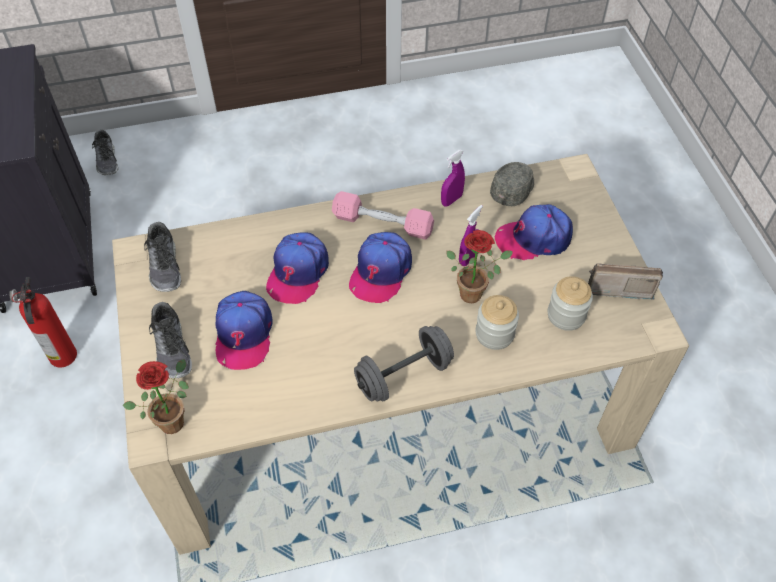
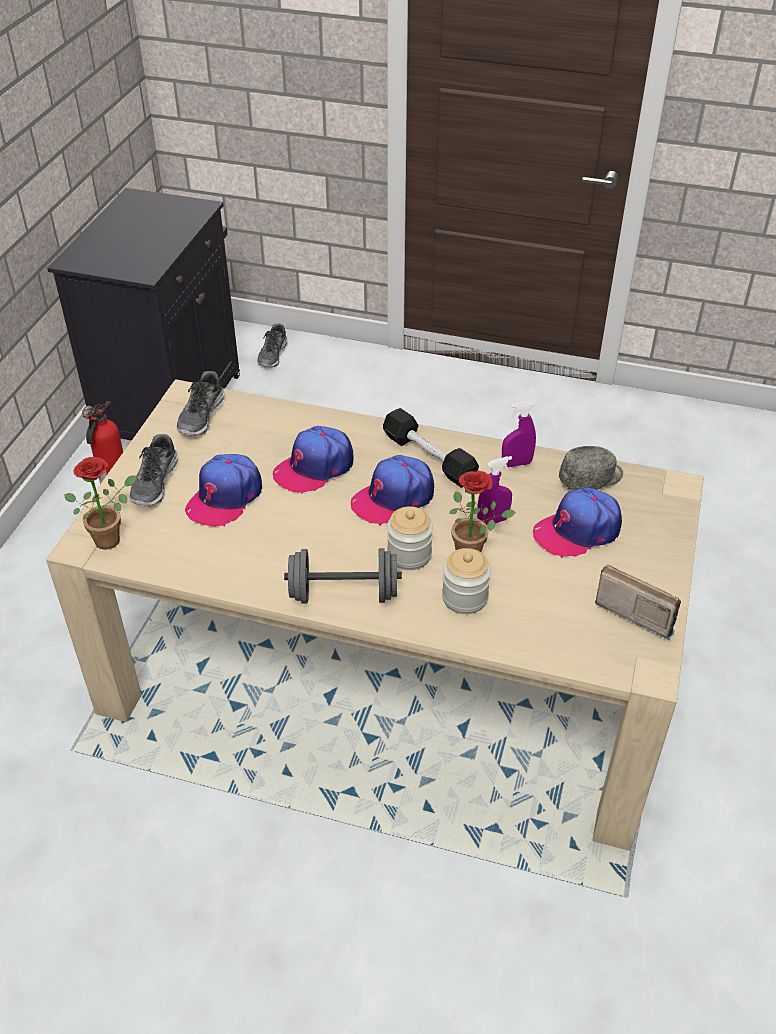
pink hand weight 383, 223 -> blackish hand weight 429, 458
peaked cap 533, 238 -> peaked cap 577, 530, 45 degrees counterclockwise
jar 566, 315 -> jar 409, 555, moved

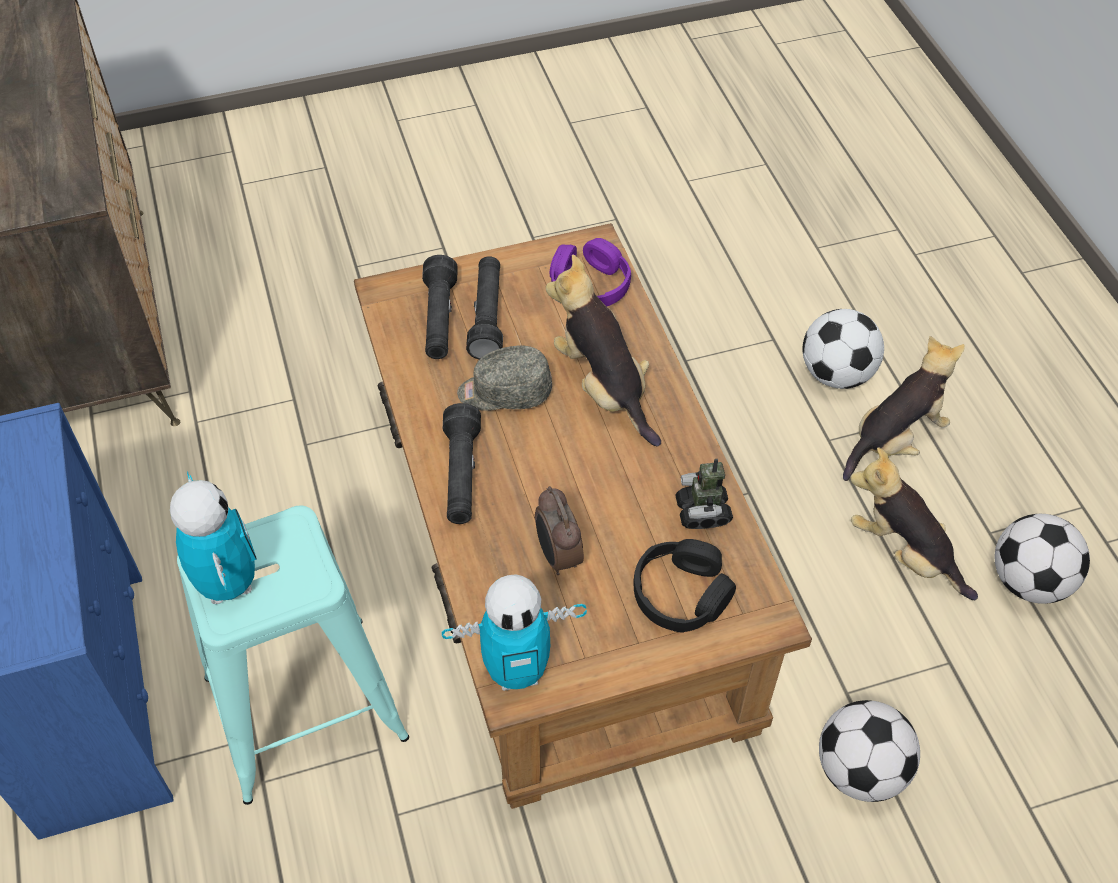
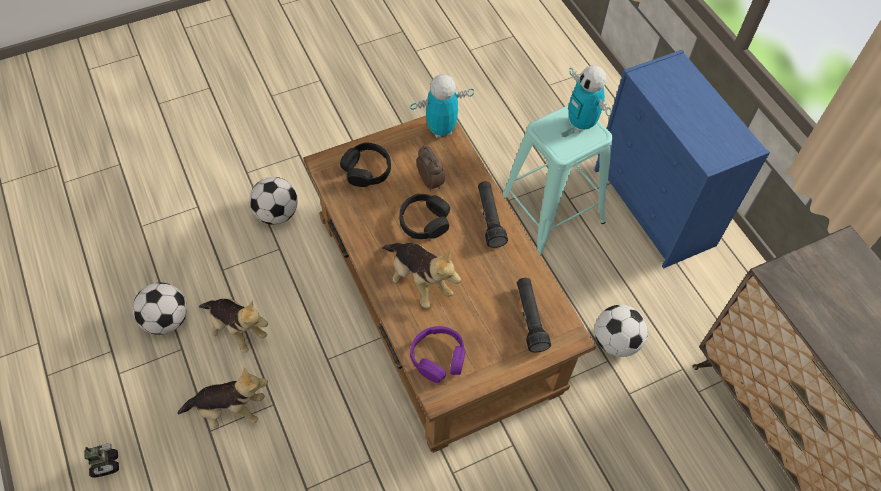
blackish flashlight 487, 317 -> none
football ball 837, 374 -> football ball 615, 341, moved
plush toy 895, 439 -> plush toy 229, 410, 135 degrees counterclockwise
gray peaked cap 504, 392 -> none
toy robot 703, 512 -> toy robot 105, 465, moved
none -> blackish headphones 424, 221

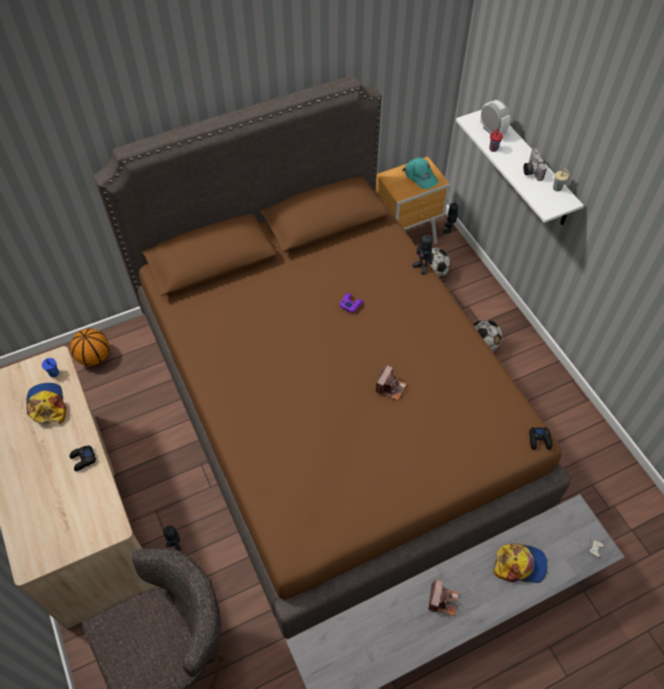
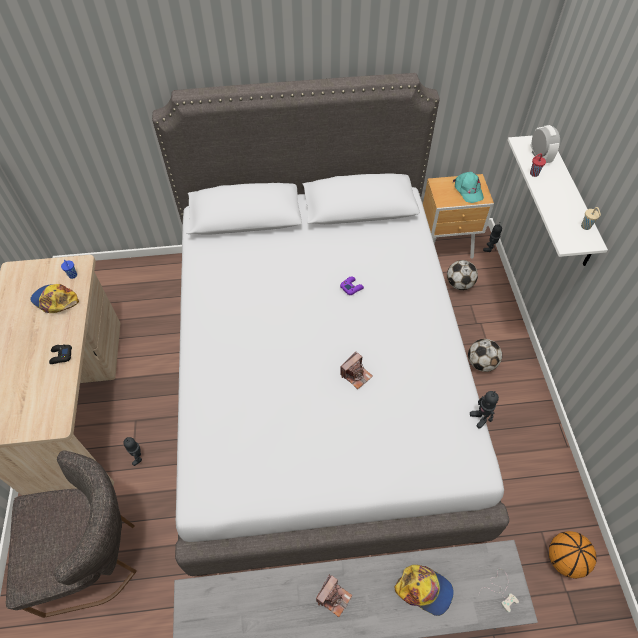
brown bedroom bed 330, 407 -> gray bedroom bed 318, 377
photo camera 531, 171 -> none
toy robot 422, 267 -> toy robot 480, 418, moved
ball for basketball 94, 357 -> ball for basketball 564, 560, moved
peaked cap 47, 405 -> peaked cap 55, 300, 60 degrees counterclockwise
blackish game controller 539, 440 -> none

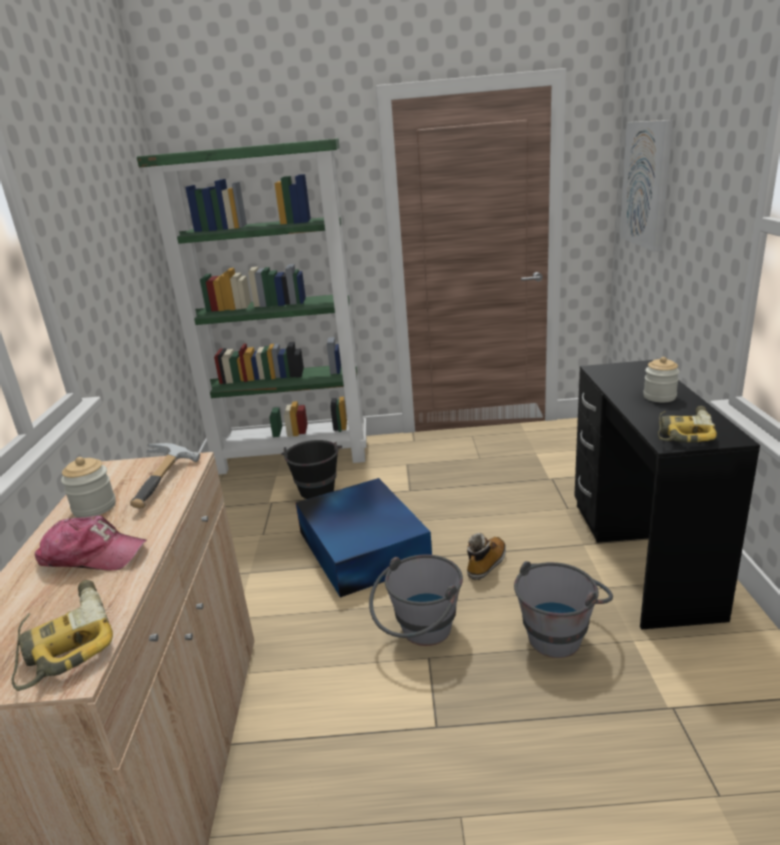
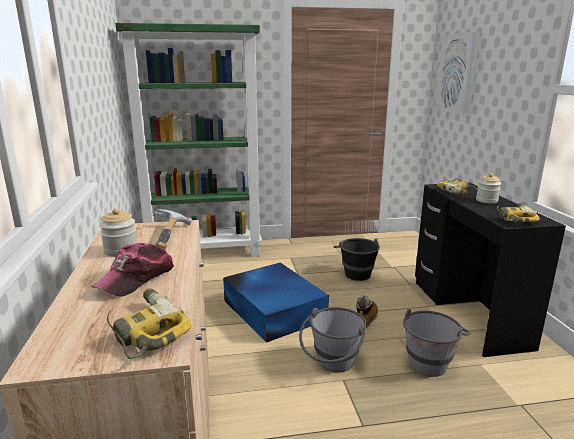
blackish pail 316, 487 -> blackish pail 355, 272, moved
peaked cap 92, 555 -> peaked cap 136, 278, 120 degrees clockwise
none -> power drill 457, 191

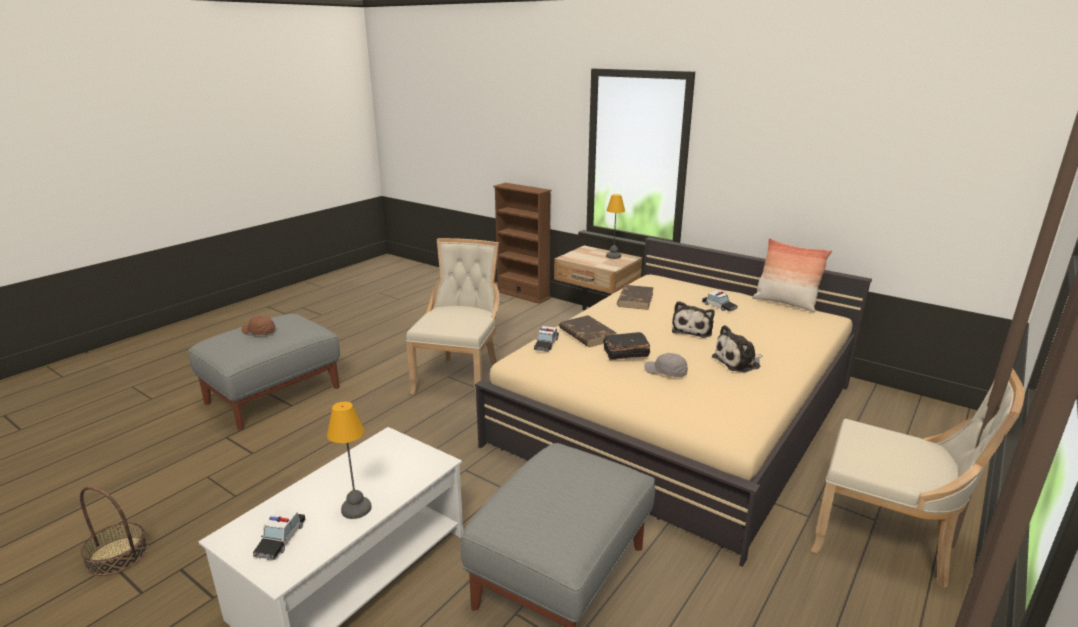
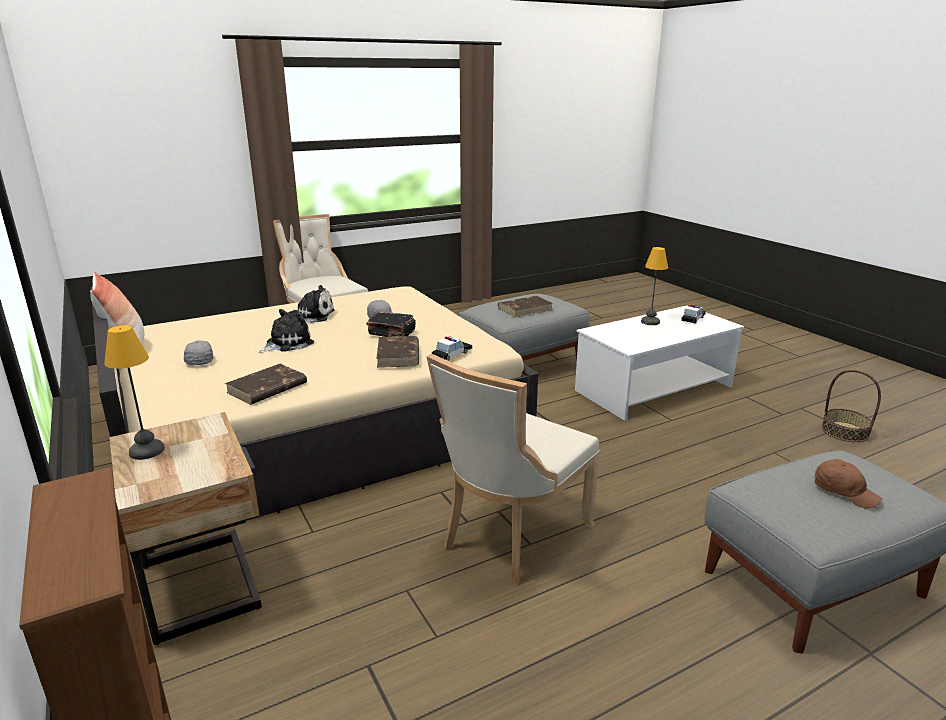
miniature car 719, 306 -> gray peaked cap 200, 360
none -> brown volume 525, 309

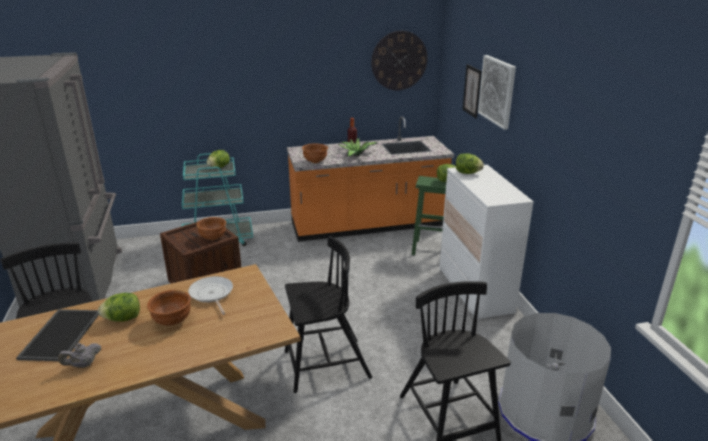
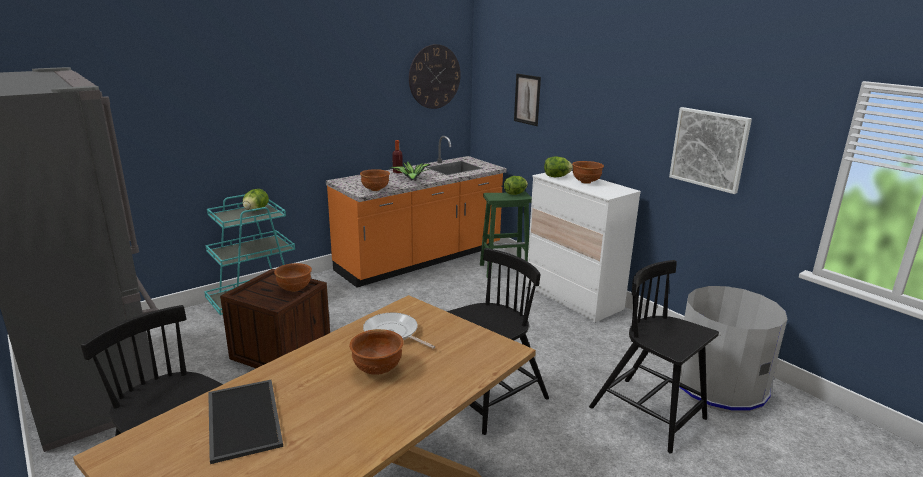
wall art 497, 91 -> wall art 709, 149, moved
lettuce head 123, 319 -> none
gray tea pot 83, 365 -> none
none -> brown deep dish 586, 182

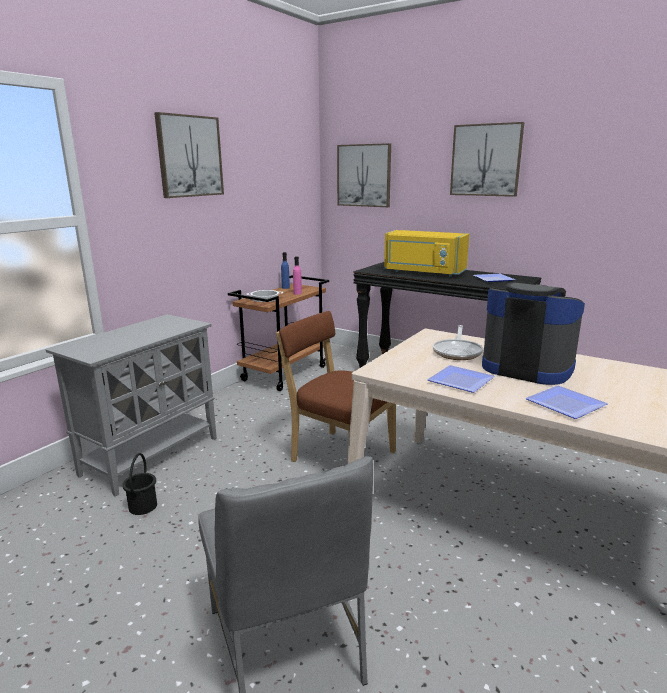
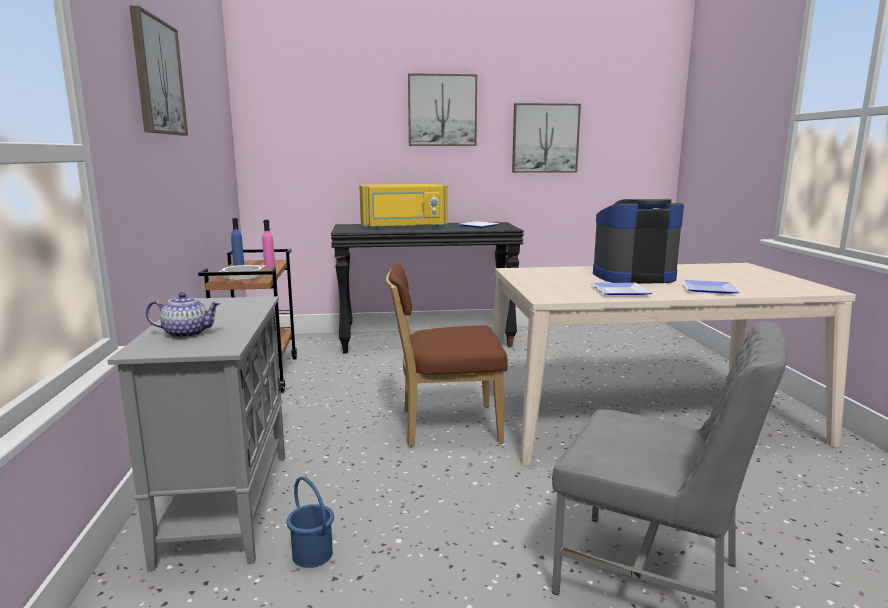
wall art 364, 175 -> wall art 545, 138, moved
skillet 457, 352 -> none
blackish pail 143, 506 -> bluish pail 313, 554
none -> tea pot 187, 333

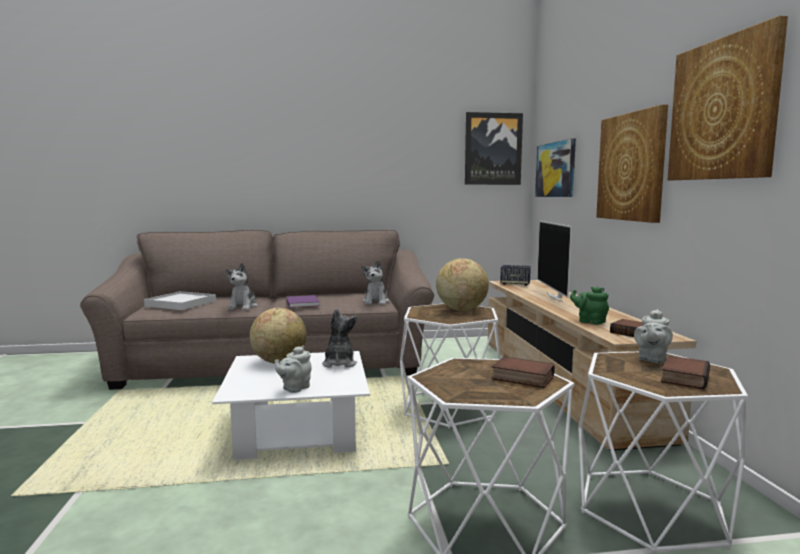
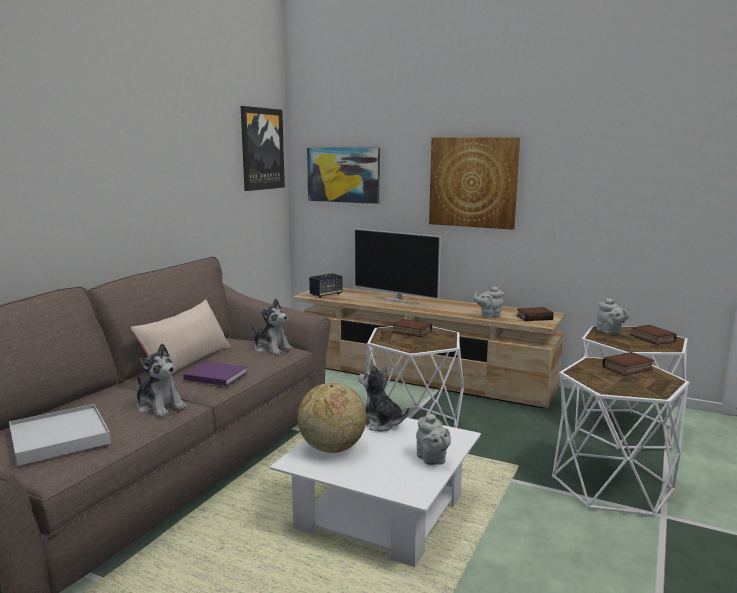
wall art 723, 110 -> none
globe 461, 309 -> volume 410, 332
green tea pot 590, 321 -> gray tea pot 489, 316
none -> beige throw pillow 186, 362

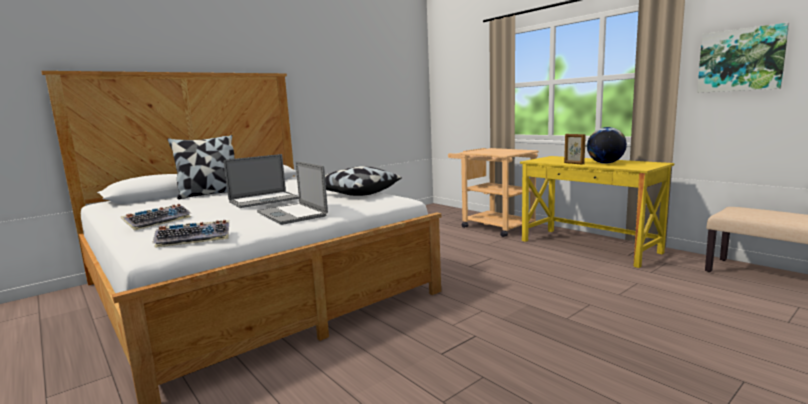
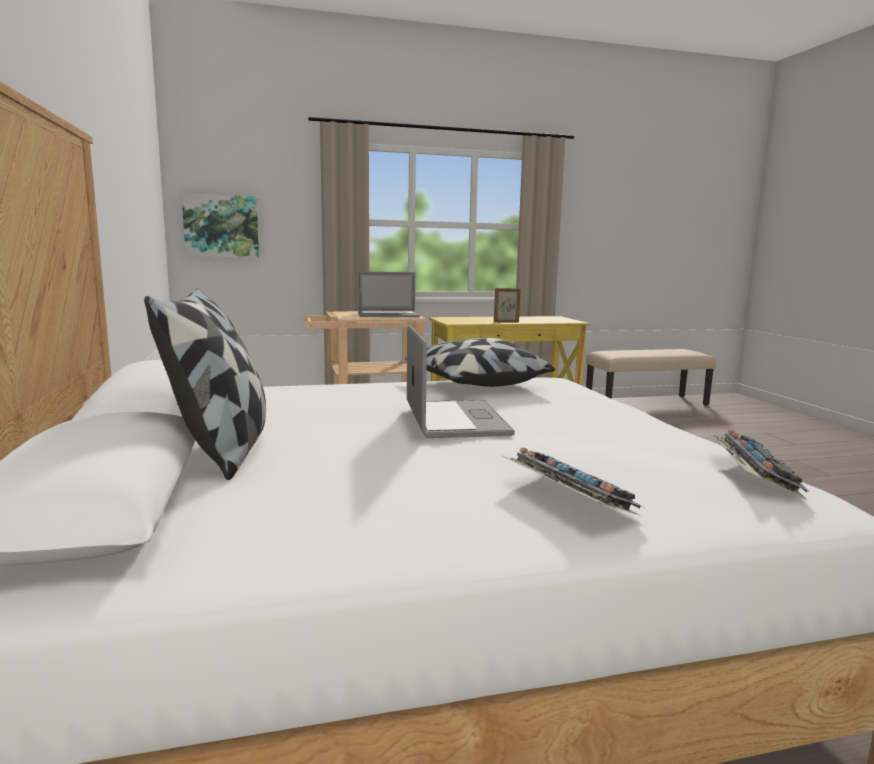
wall art 740, 60 -> wall art 221, 226, moved
globe 605, 163 -> none
notebook computer 291, 214 -> notebook computer 388, 315, moved

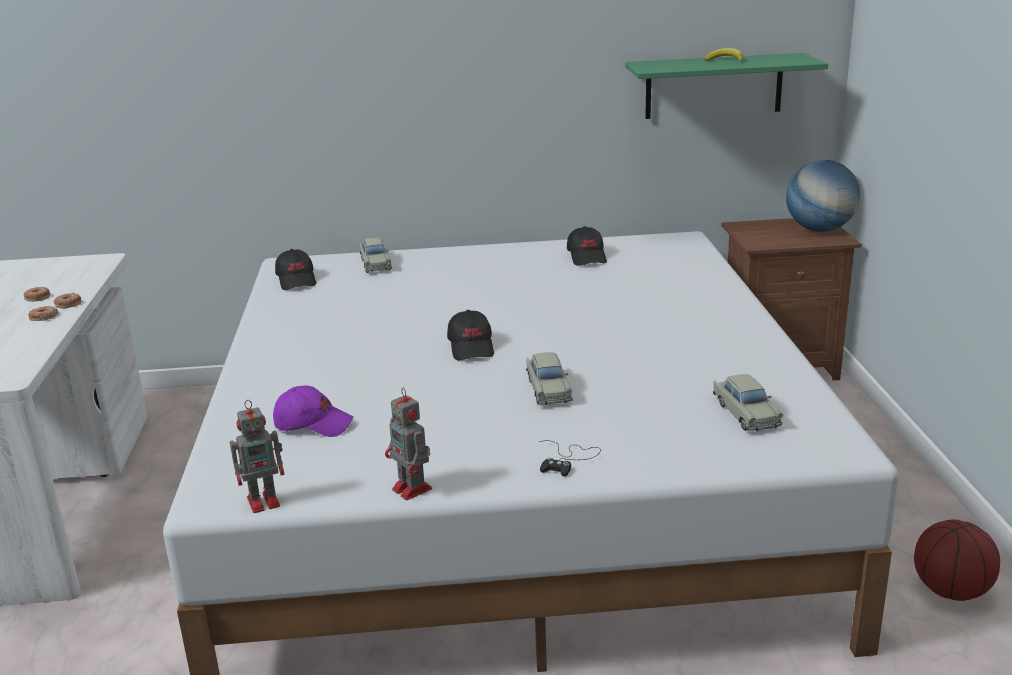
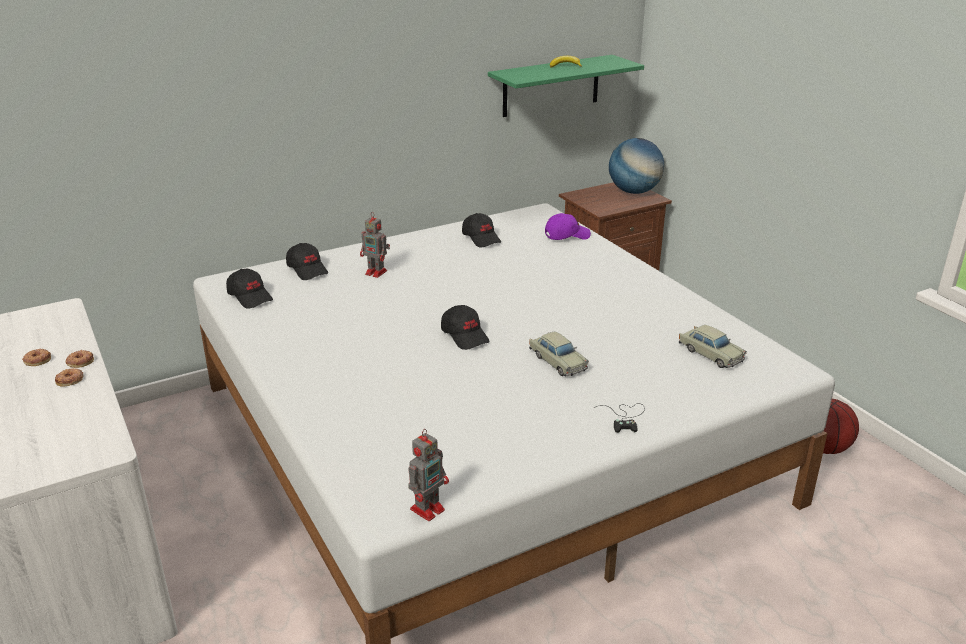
beige miniature car 375, 264 -> blackish peaked cap 308, 270
purplish peaked cap 313, 424 -> purplish peaked cap 566, 235, moved
toy robot 413, 490 -> toy robot 377, 272, moved

